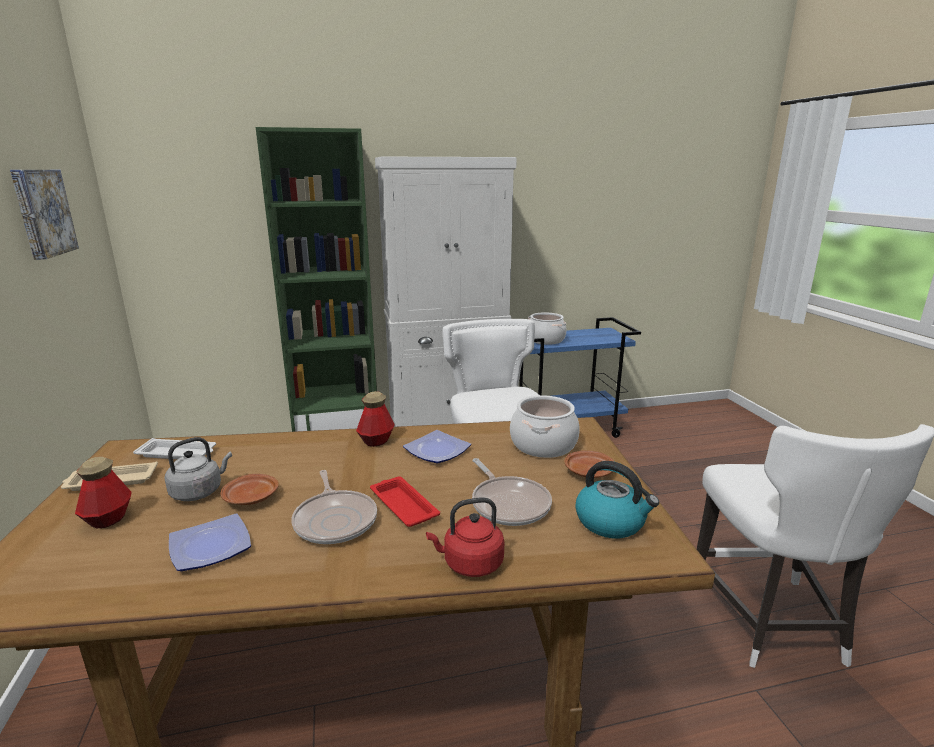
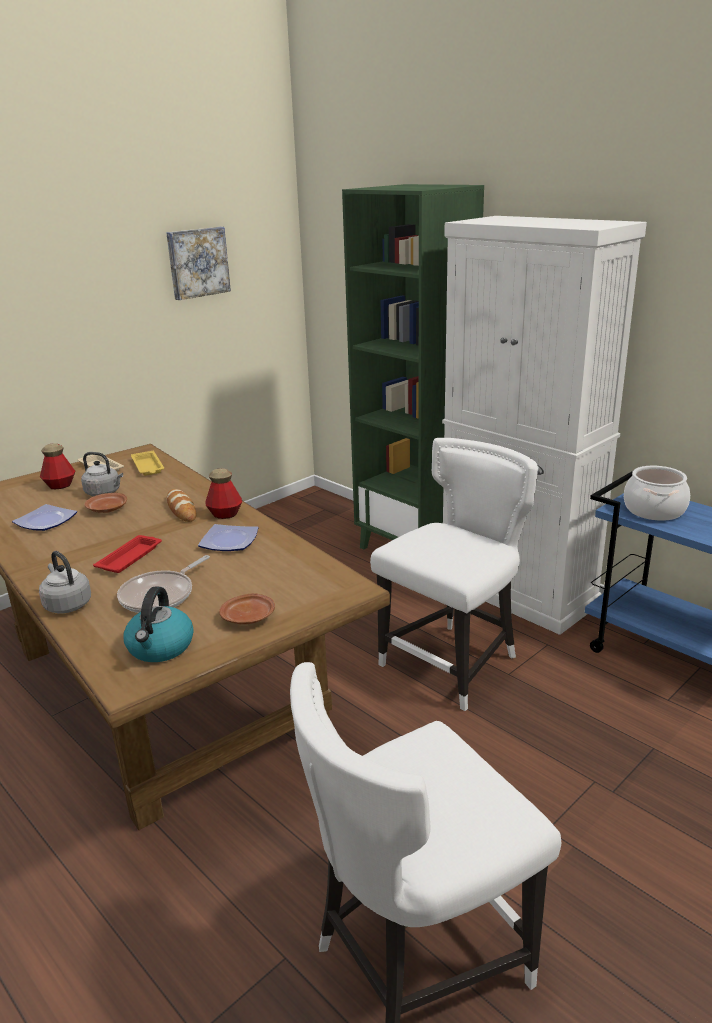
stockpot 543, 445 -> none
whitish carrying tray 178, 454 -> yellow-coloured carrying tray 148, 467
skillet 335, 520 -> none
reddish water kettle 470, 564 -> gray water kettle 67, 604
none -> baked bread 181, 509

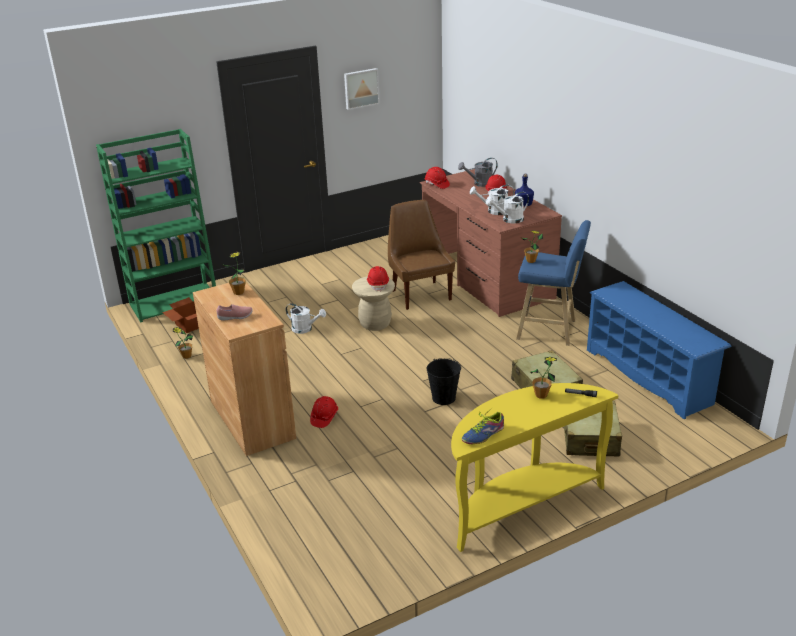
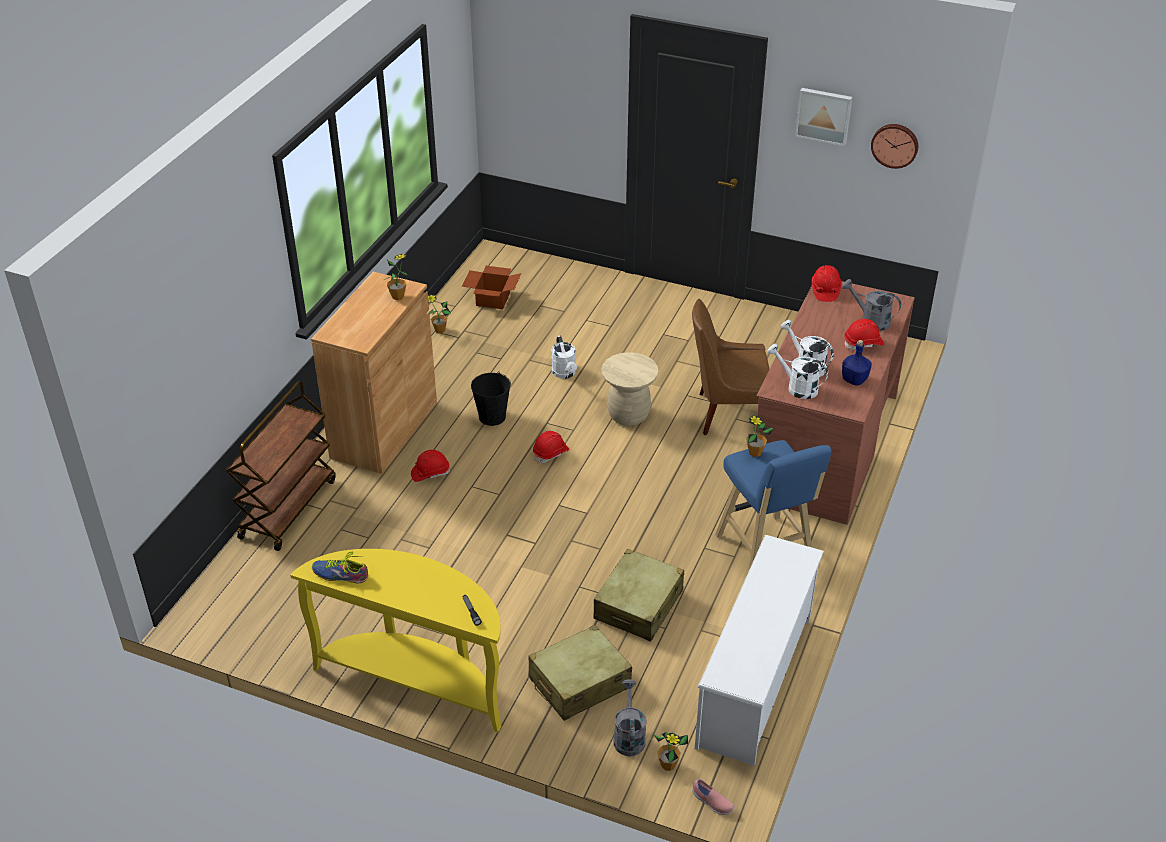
green shelving unit 174, 302 -> none
brown upright chair 420, 294 -> brown upright chair 727, 414, 120 degrees counterclockwise
reddish work helmet 378, 284 -> reddish work helmet 551, 453, moved
bluish shoe stand 649, 376 -> whitish shoe stand 756, 682
pink item of footwear 235, 317 -> pink item of footwear 712, 803, moved
houseplant 541, 395 -> houseplant 668, 765, moved
blackish pail 443, 398 -> blackish pail 492, 417, moved
none -> hanging clock 895, 145
none -> brown trolley 288, 508
none -> gray watering pot 628, 736

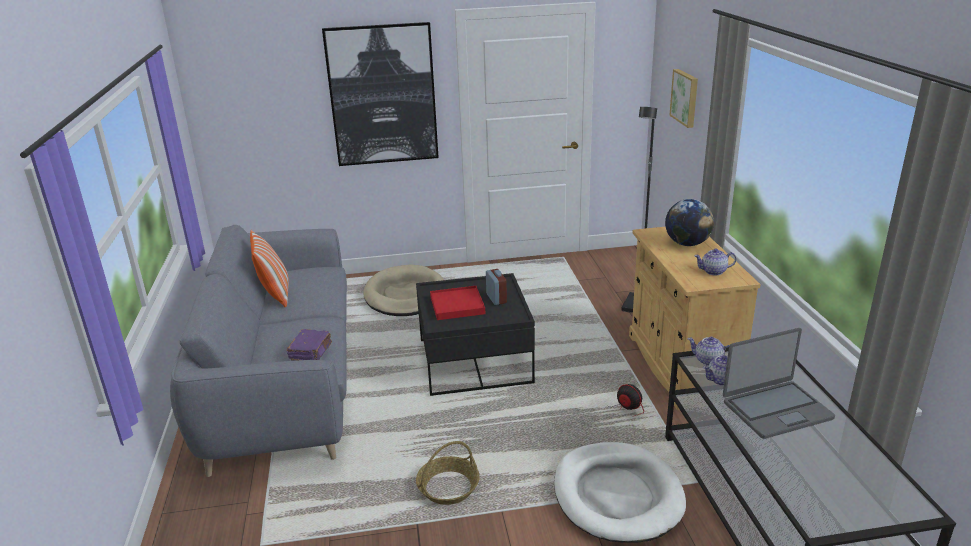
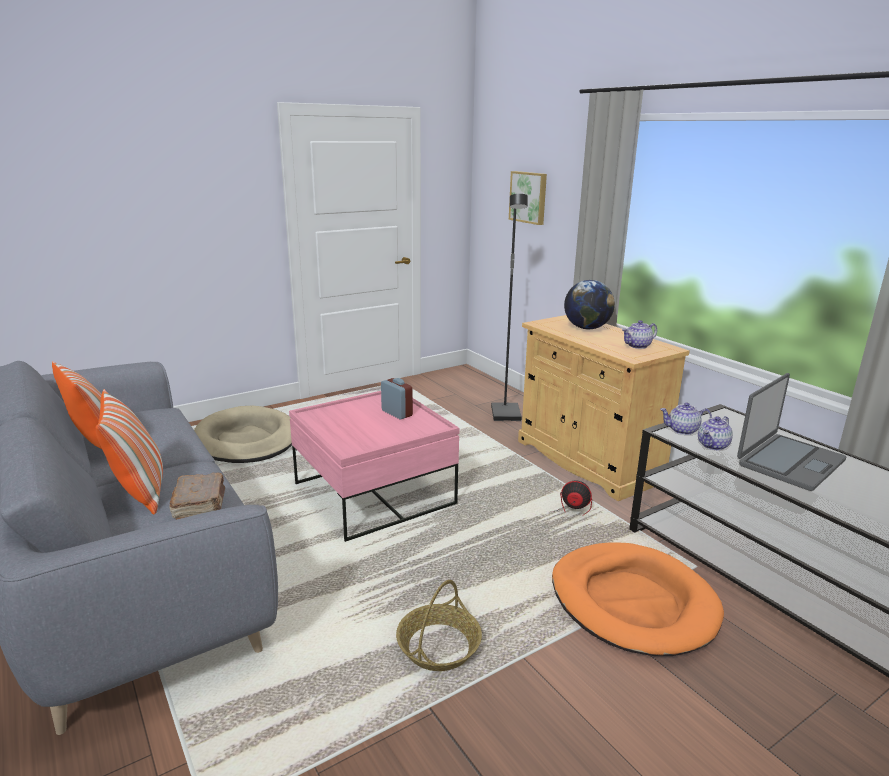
wall art 382, 95 -> none
blackish low table 474, 361 -> pink low table 374, 494
reddish carrying tray 457, 305 -> none
purplish volume 311, 352 -> brown volume 201, 506
whitish dog bed 617, 495 -> orangey dog bed 632, 602
none -> throw pillow 140, 492

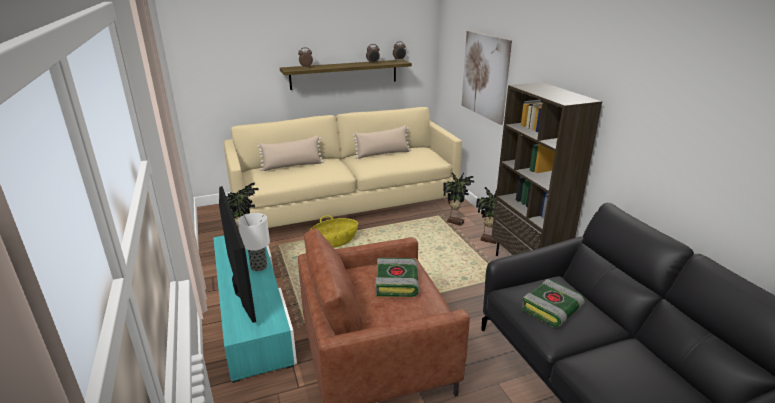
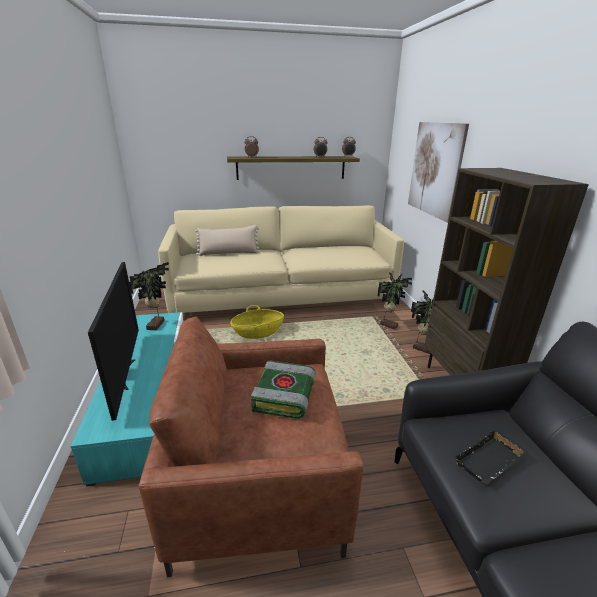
beige throw pillow 382, 154 -> none
tabletop lamp 258, 267 -> none
volume 552, 309 -> blackish carrying tray 490, 462

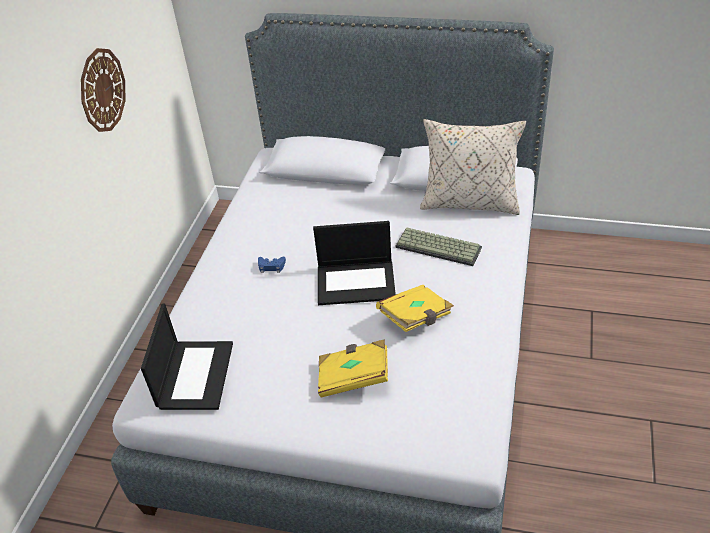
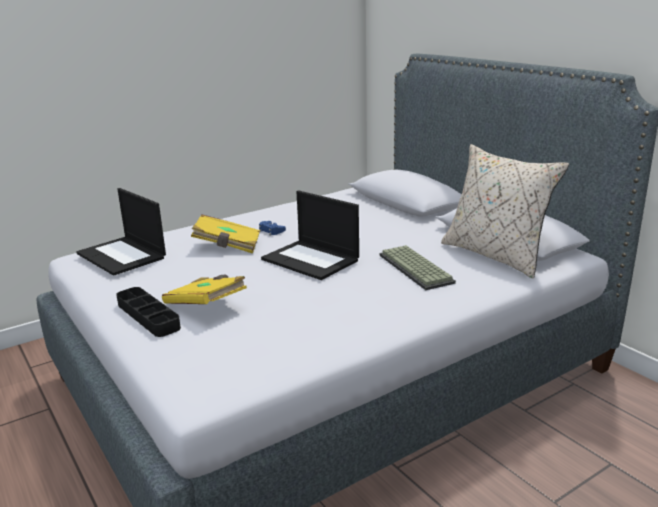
hanging clock 102, 90 -> none
yellow-coloured volume 416, 318 -> yellow-coloured volume 227, 246, moved
notebook computer 195, 374 -> notebook computer 122, 256, 90 degrees clockwise
none -> blackish carrying tray 148, 316

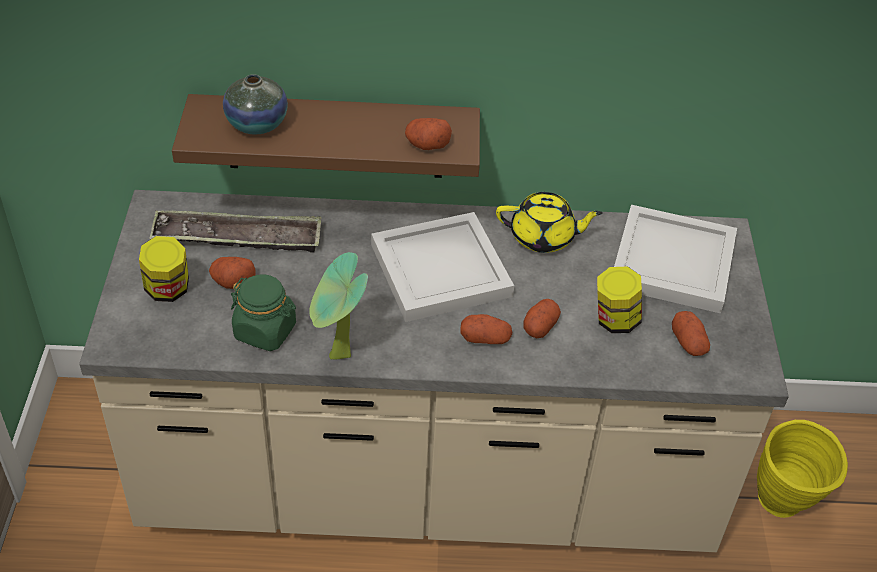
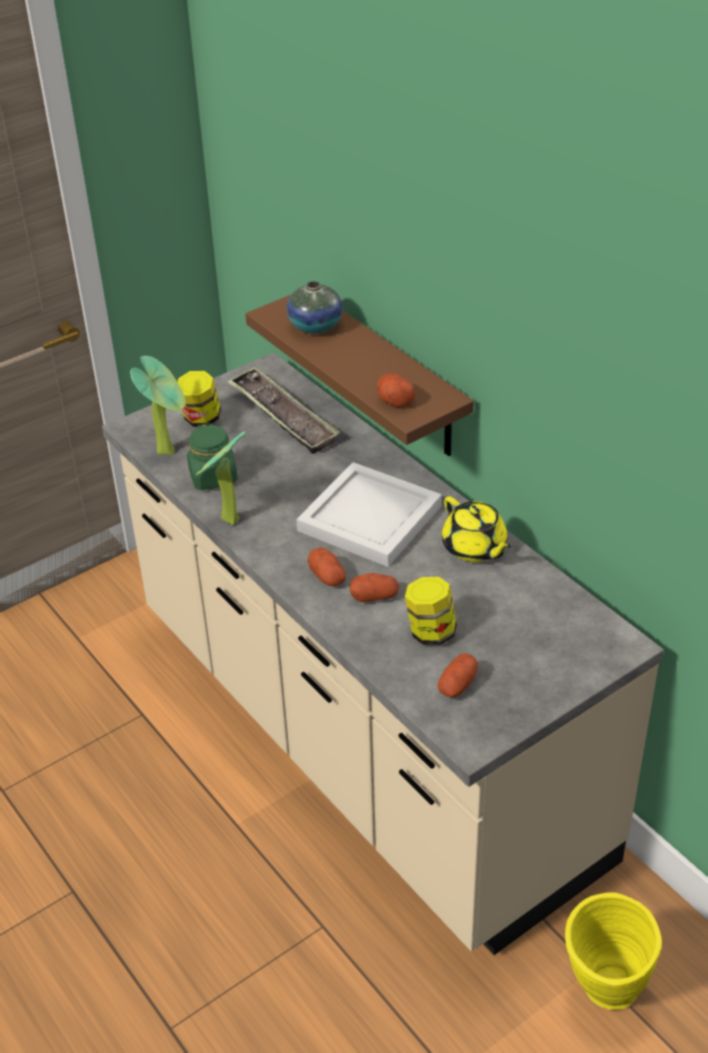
whitish carrying tray 670, 263 -> none
potato 232, 281 -> none
none -> houseplant 169, 450

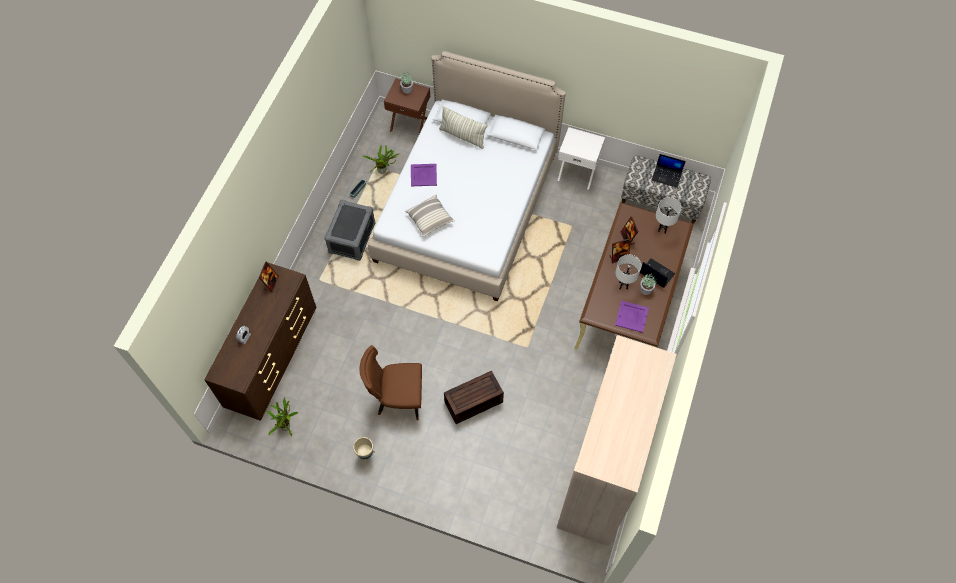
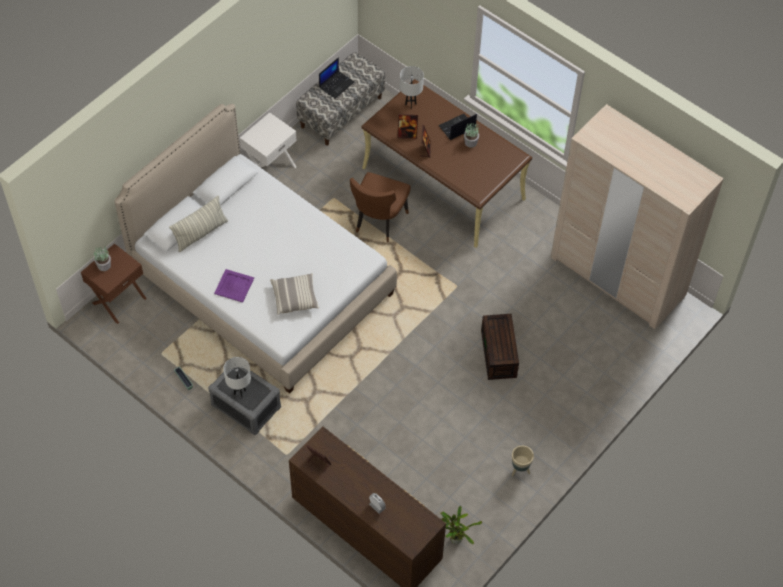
houseplant 383, 171 -> none
whitish tabletop lamp 623, 285 -> whitish tabletop lamp 239, 392, moved
purplish carrying tray 632, 317 -> none
brown upright chair 397, 399 -> brown upright chair 378, 223, moved

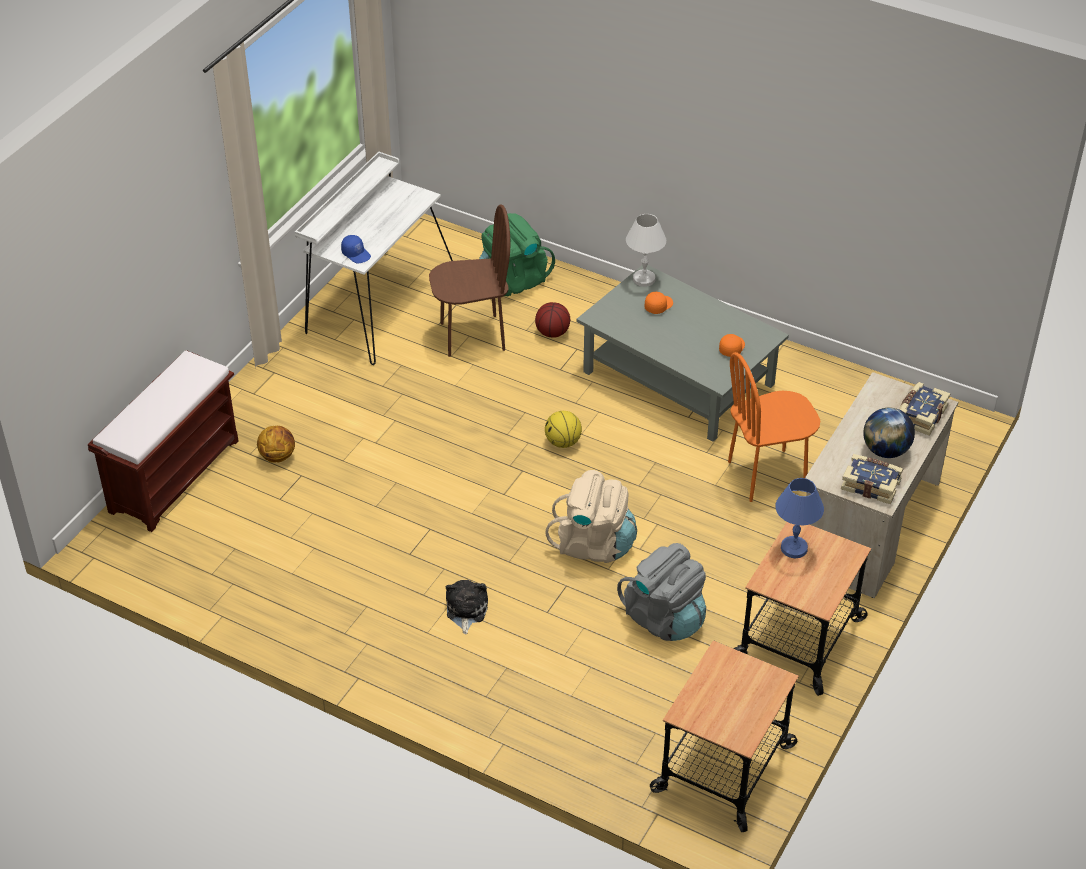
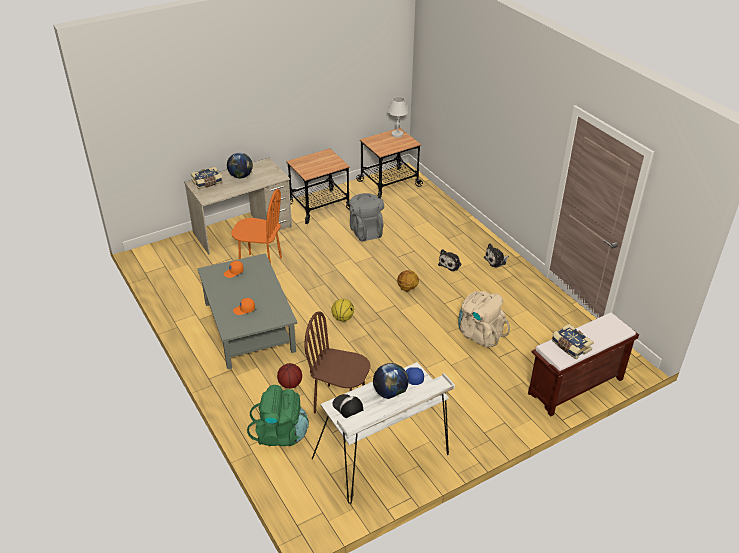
whitish tabletop lamp 643, 279 -> whitish tabletop lamp 397, 134, moved
ball for basketball 278, 456 -> ball for basketball 407, 288, moved
volume 871, 484 -> volume 570, 346, moved
beige knapsack 593, 544 -> beige knapsack 480, 334, moved
bluish tabletop lamp 794, 548 -> none
none -> plush toy 496, 260
none -> globe 390, 393
none -> peaked cap 347, 407

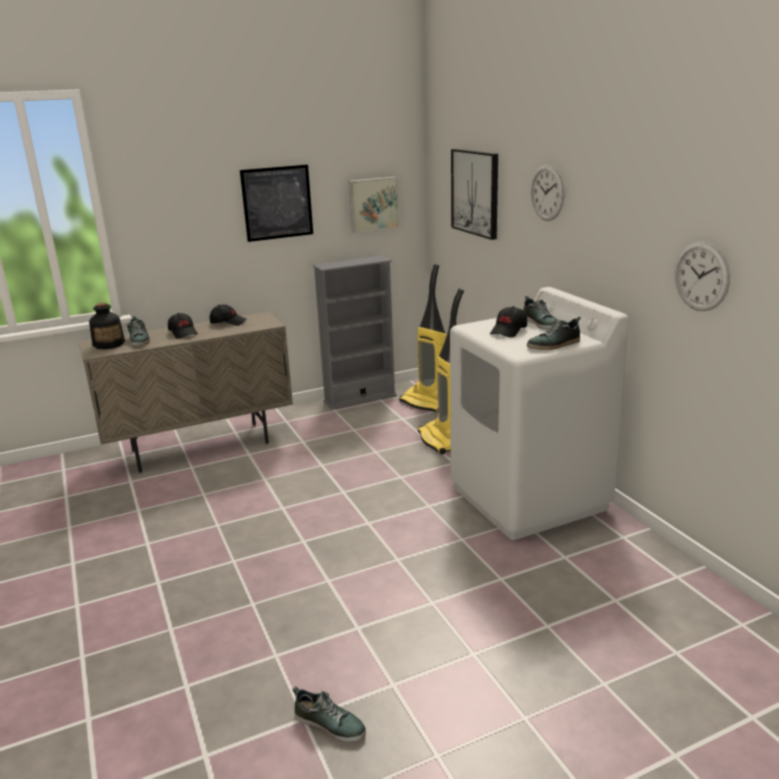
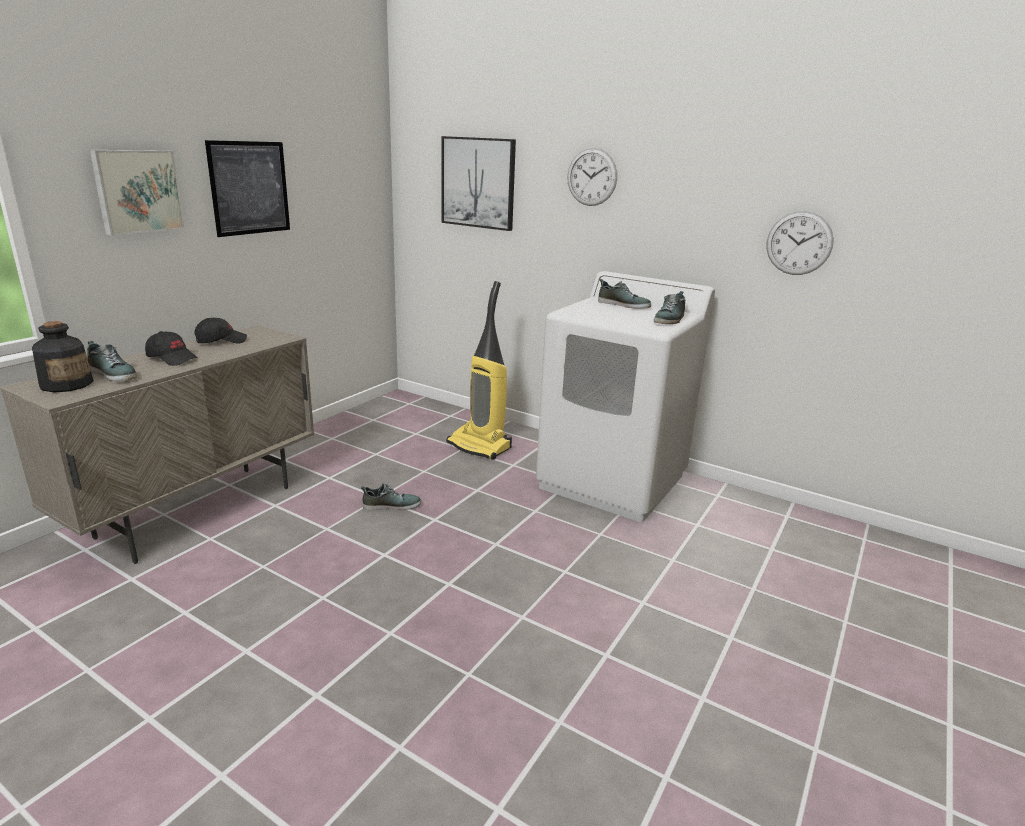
wall art 373, 204 -> wall art 137, 191, moved
gray shelving unit 360, 398 -> none
hoover 428, 402 -> none
blackish peaked cap 509, 331 -> none
item of footwear 330, 724 -> item of footwear 391, 505, moved

